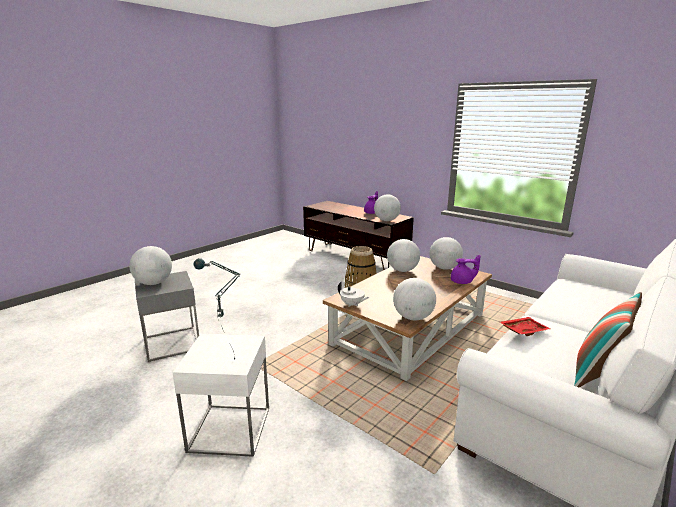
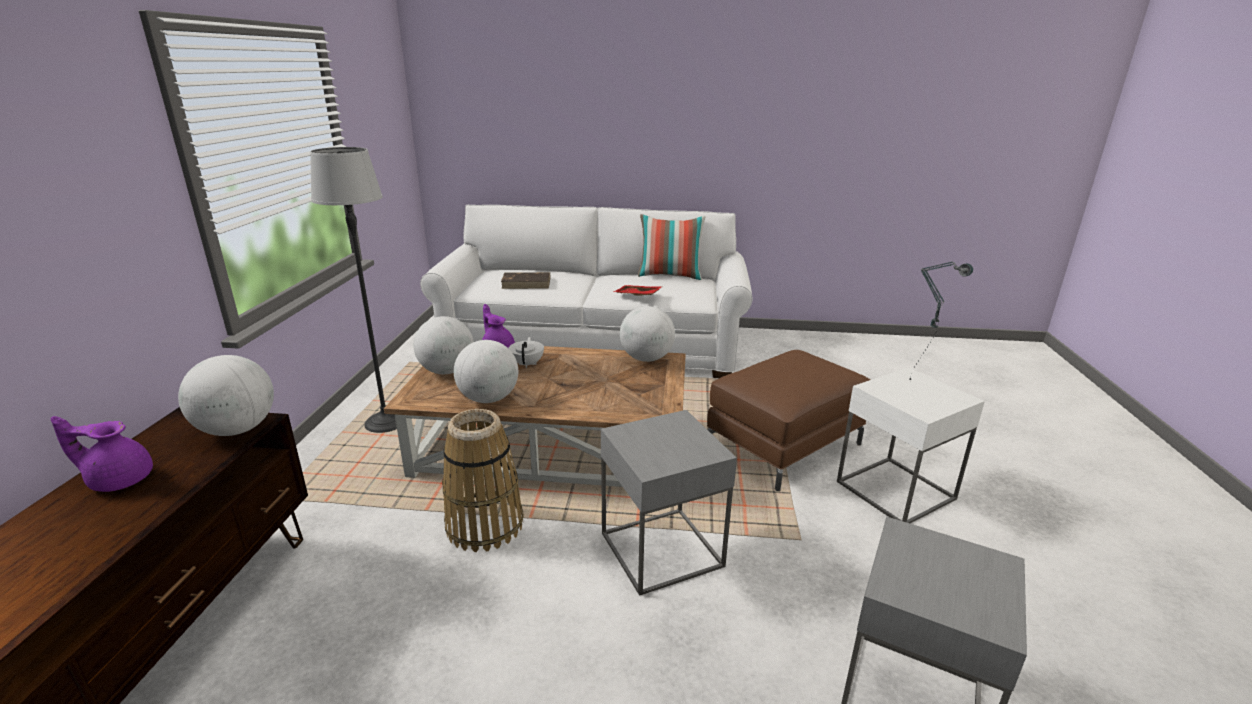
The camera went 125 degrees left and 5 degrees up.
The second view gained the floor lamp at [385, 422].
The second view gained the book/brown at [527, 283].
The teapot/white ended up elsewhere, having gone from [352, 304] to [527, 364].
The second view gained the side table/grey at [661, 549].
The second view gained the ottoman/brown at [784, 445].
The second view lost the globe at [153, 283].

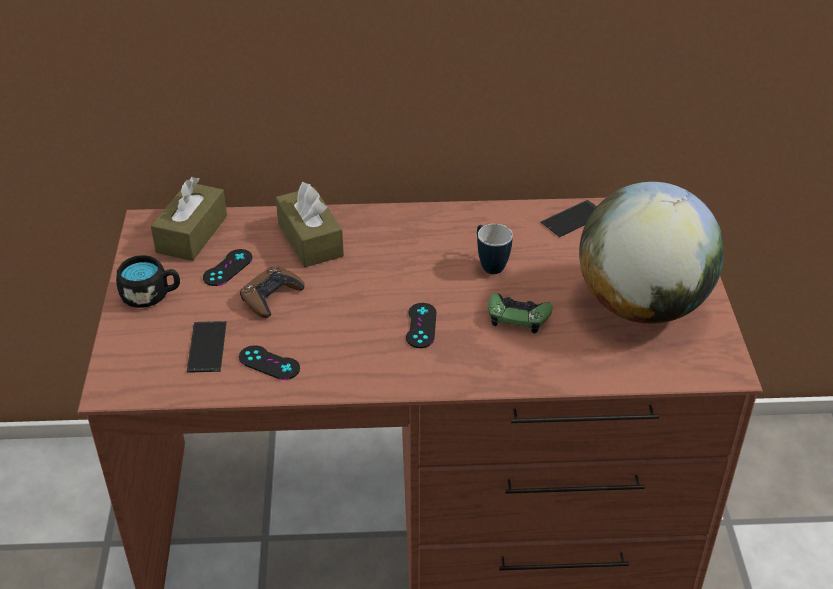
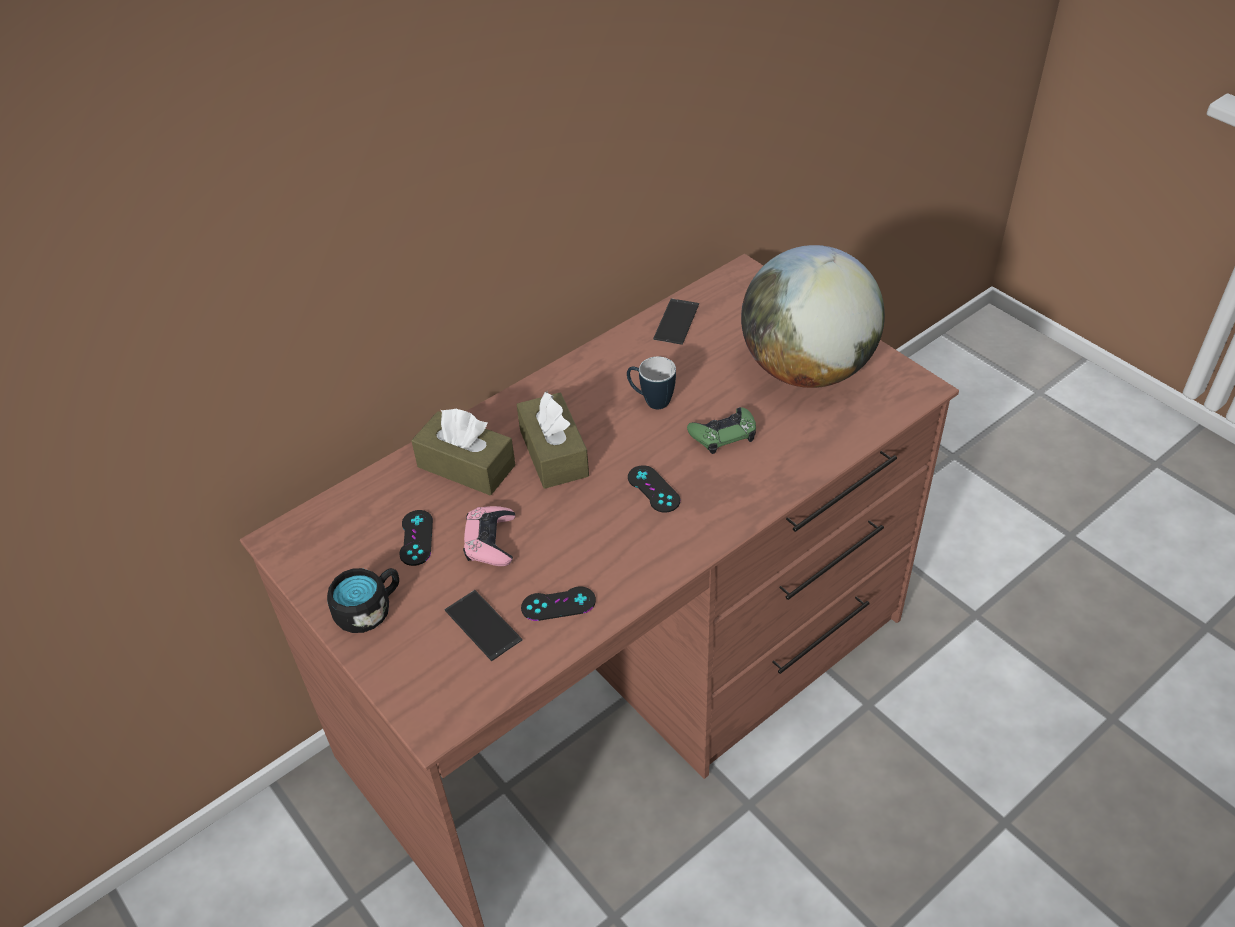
The camera went 35 degrees left and 5 degrees up.
What was the game controller/brown at [271, 297] turned into the game controller/pink at [490, 541].
The tissue box/brown ended up elsewhere, having gone from [192, 234] to [554, 453].

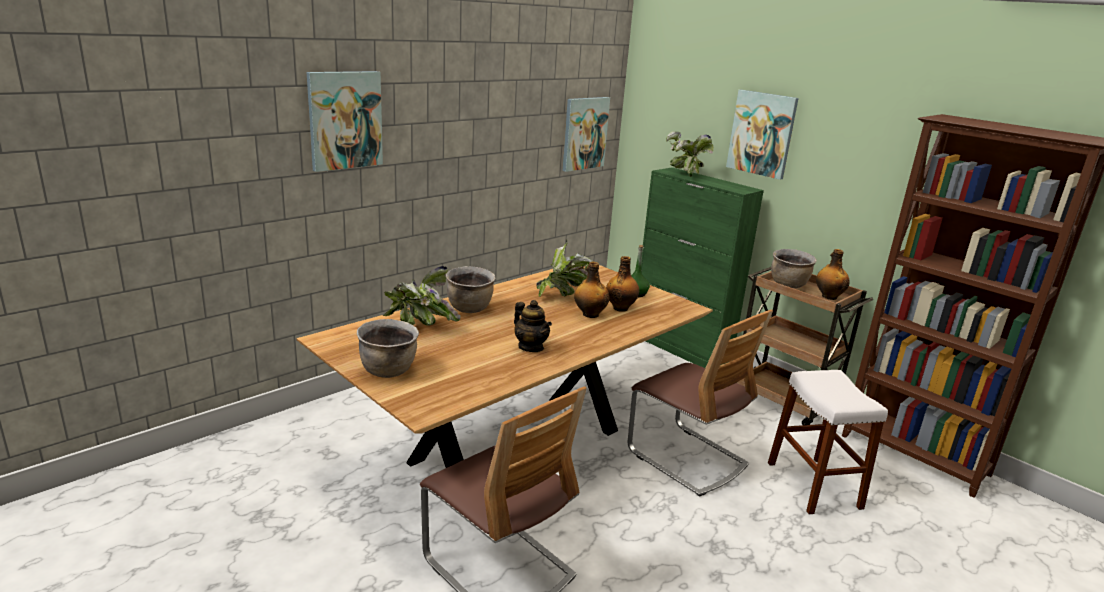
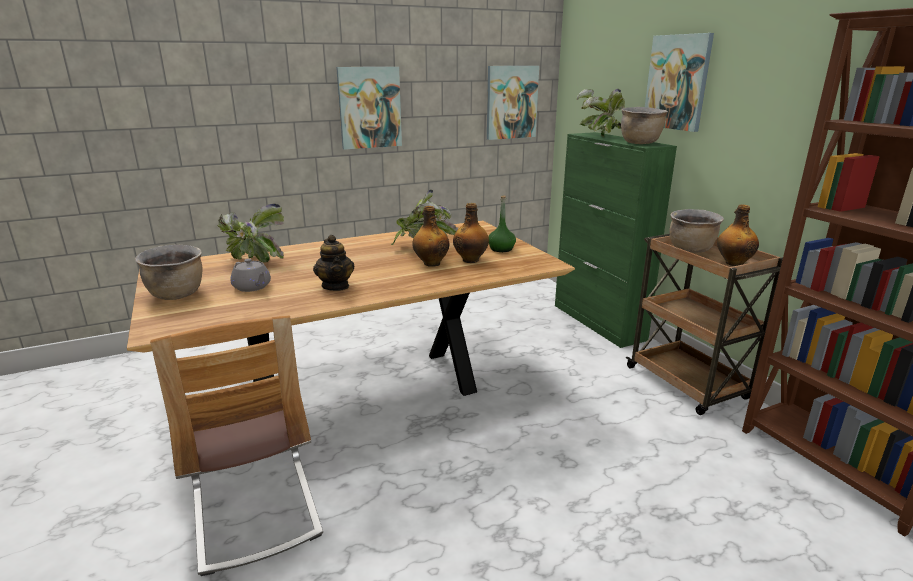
The camera went 20 degrees right and 0 degrees up.
The second view gained the teapot/grey at [252, 287].
The picture ended up elsewhere, having gone from [345, 120] to [369, 107].
The cooking pot/brown ended up elsewhere, having gone from [470, 308] to [640, 143].
The second view lost the chair at [686, 458].
The second view lost the stool/white at [813, 485].

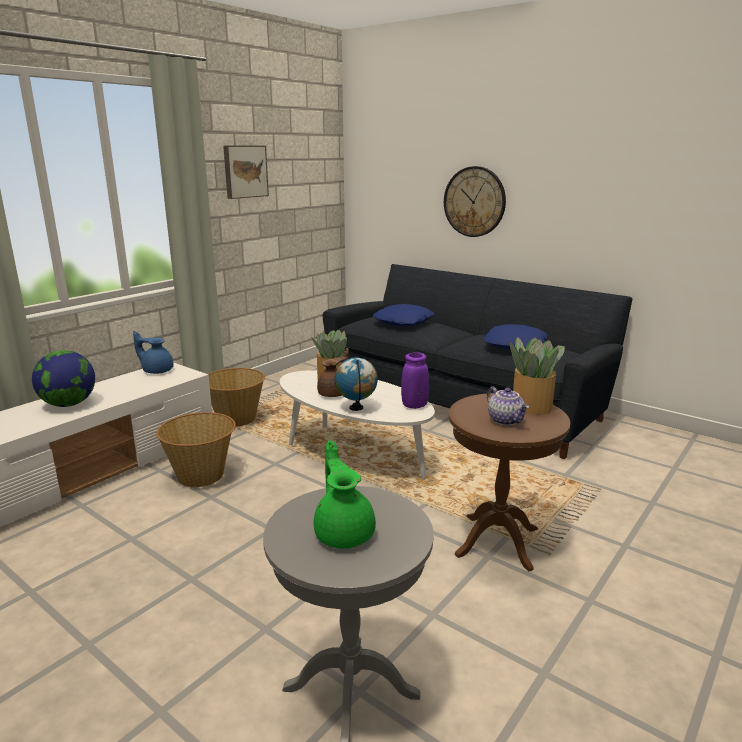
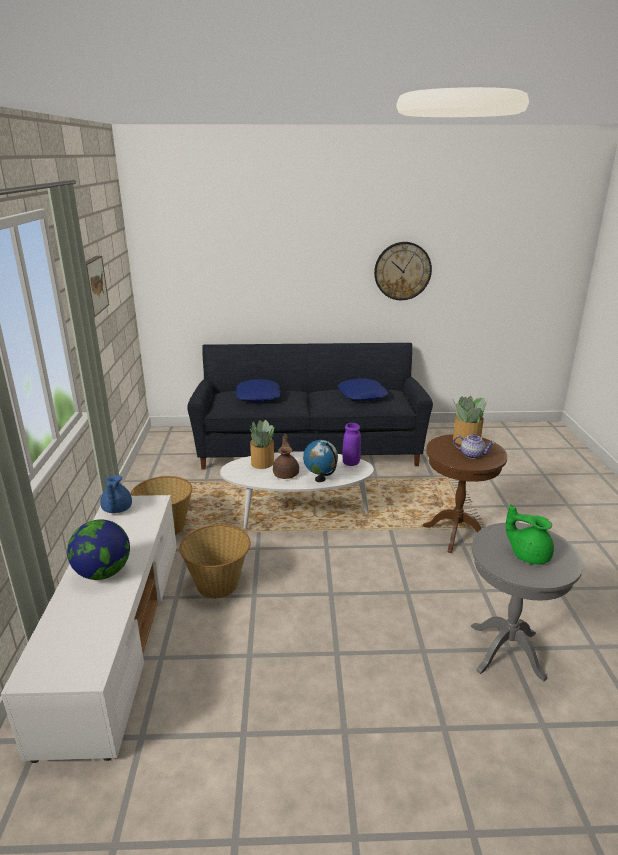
The camera went 40 degrees left and 5 degrees up.
The teapot/blue at [157, 370] ended up facing another way, 75 degrees counterclockwise from before.
The wall clock ended up elsewhere, having gone from [474, 202] to [402, 271].

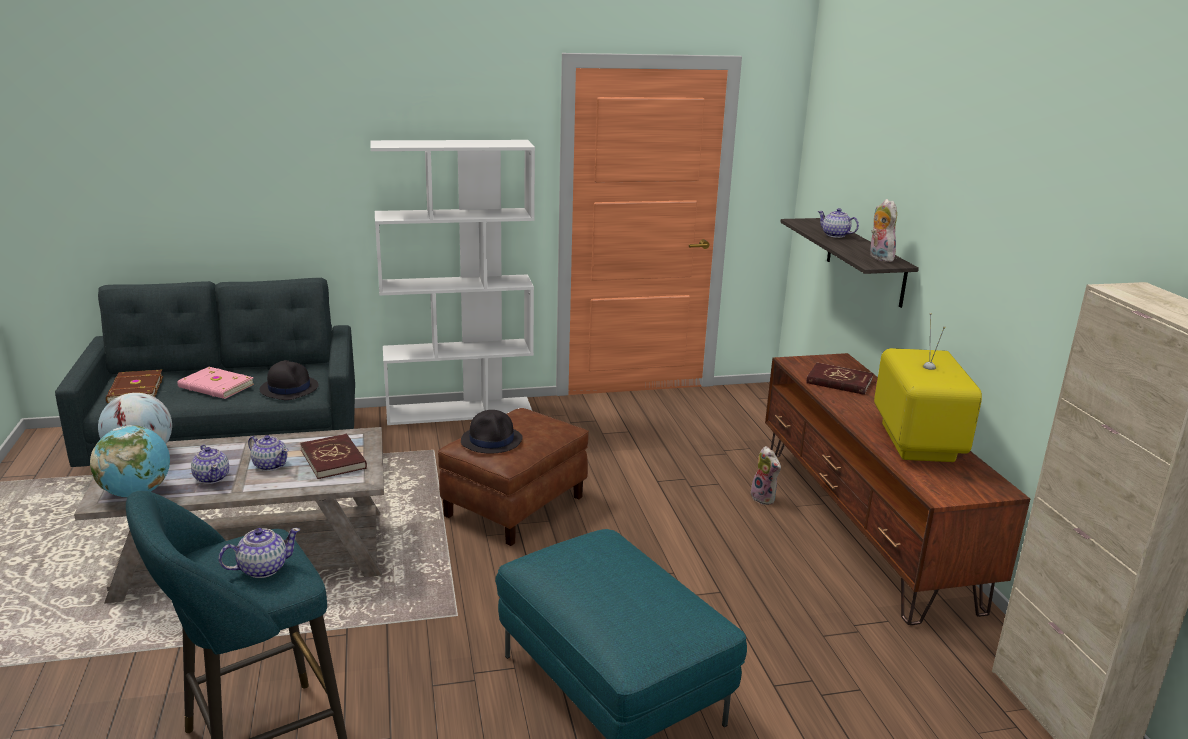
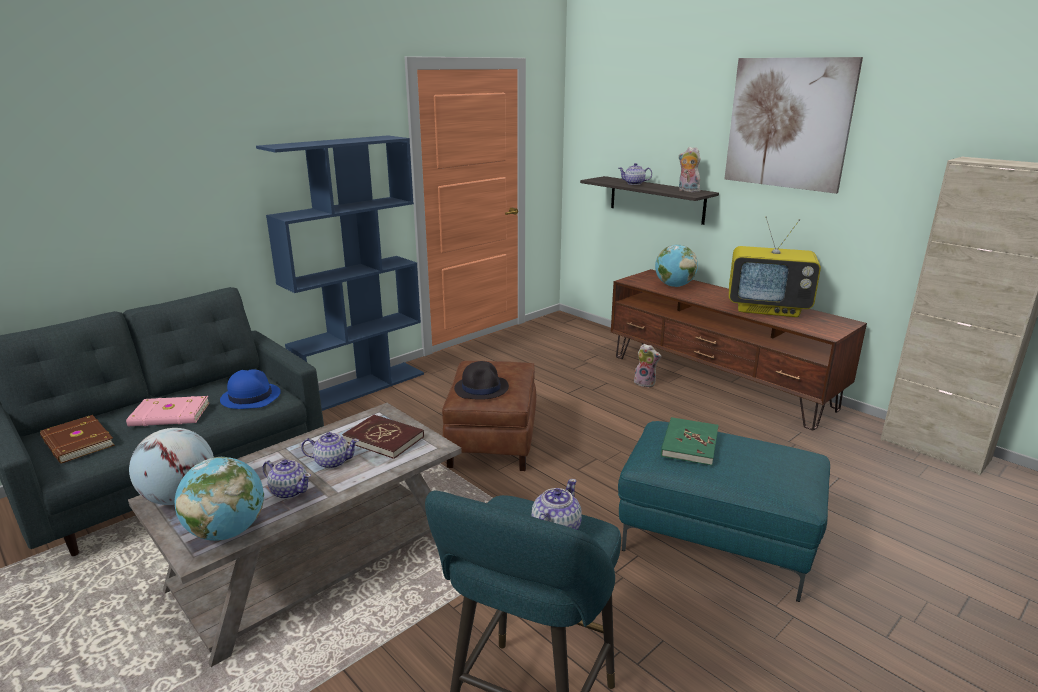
The camera went 30 degrees left and 0 degrees up.
What was the hat/black at [289, 388] turned into the hat/blue at [250, 397].
What was the bookcase/white at [460, 411] turned into the bookcase/blue at [361, 387].
Where the book/red stood at [839, 381], the globe came to stand at [674, 286].
The second view gained the book/green at [689, 444].
The second view gained the picture at [788, 123].
The television at [915, 442] ended up facing another way, 135 degrees clockwise from before.

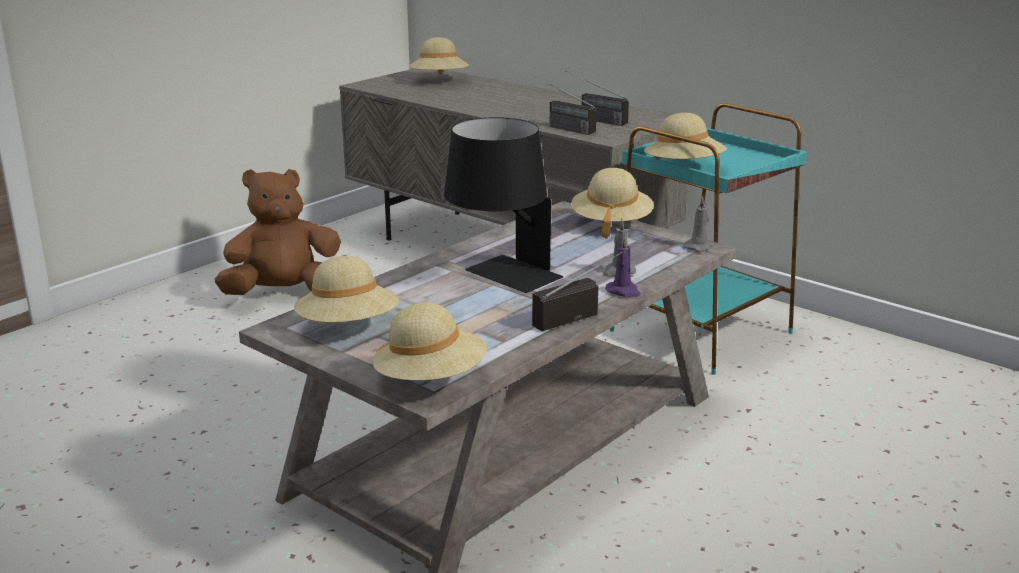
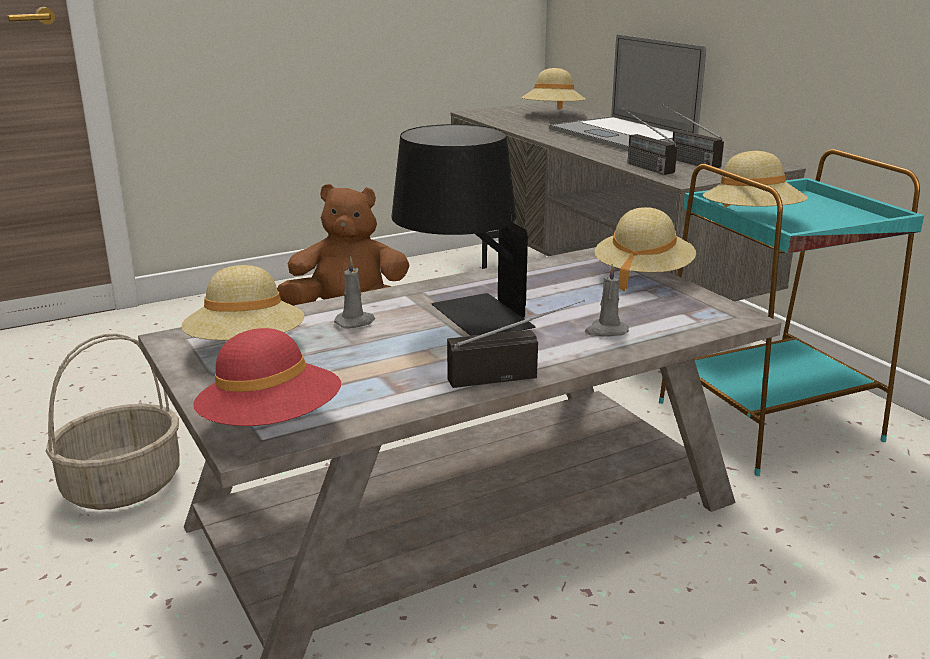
The camera went 20 degrees right and 0 degrees up.
The second view gained the basket at [123, 485].
What was the hat/beige at [431, 379] turned into the hat/red at [271, 425].
The candle/grey ended up elsewhere, having gone from [699, 247] to [355, 322].
The second view gained the laptop at [621, 135].
The second view lost the candle/purple at [623, 291].

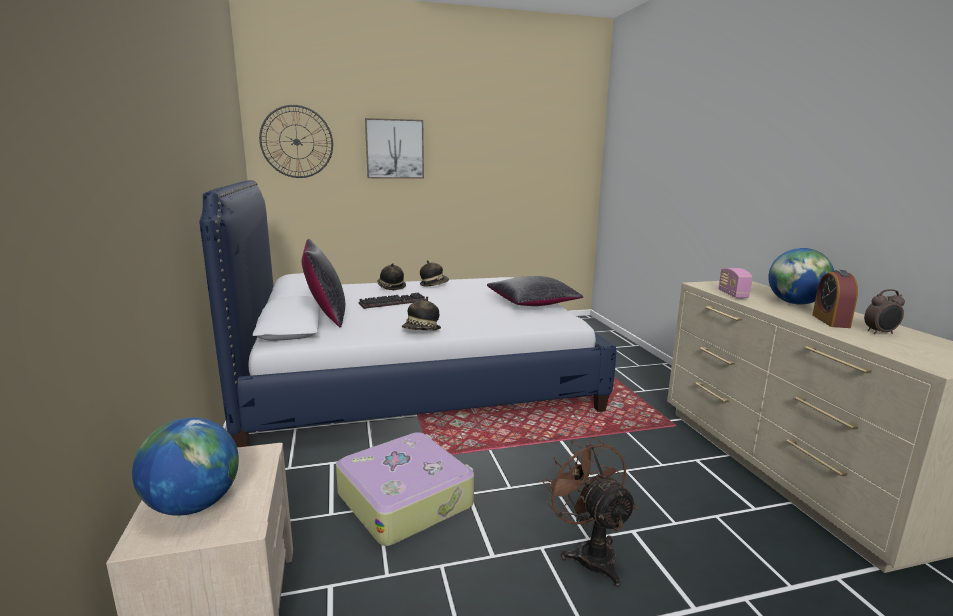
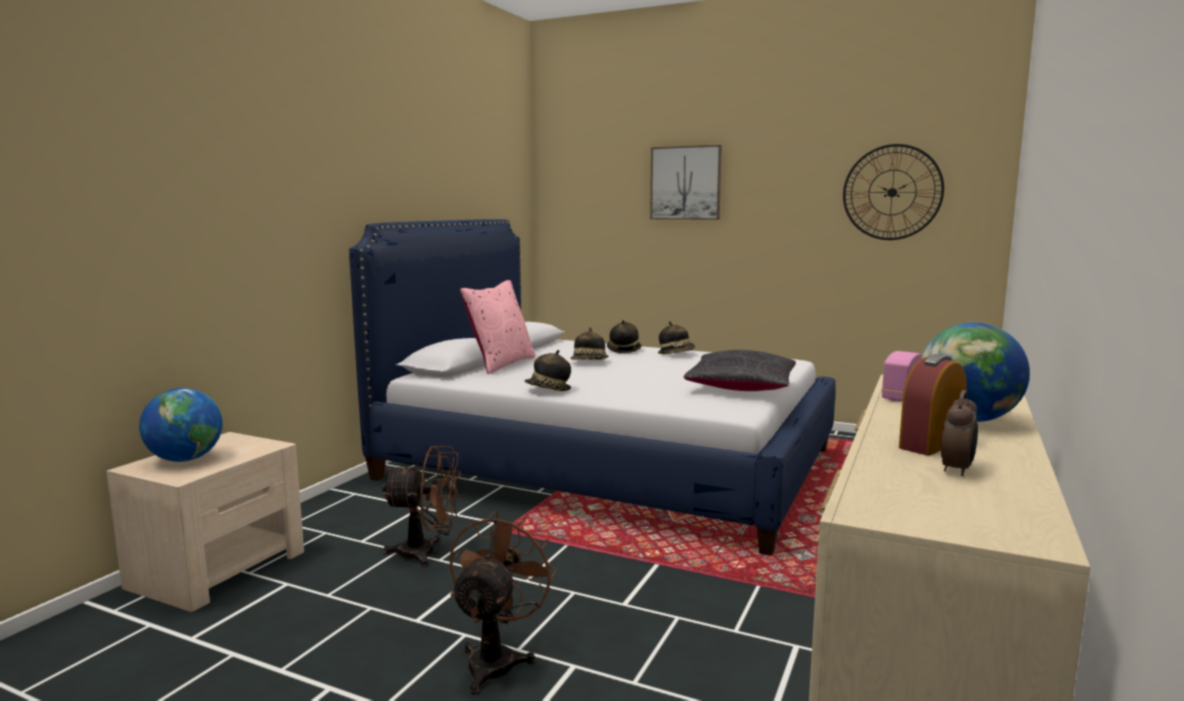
The camera went 40 degrees right and 5 degrees down.
Where the suitcase stood at [406, 499], the fan/brown came to stand at [427, 553].
What was the pillow/black at [326, 316] turned into the pillow/pink at [500, 364].
Where the keyboard stood at [393, 302], the hat came to stand at [589, 363].
The wall clock ended up elsewhere, having gone from [296, 142] to [892, 192].
The alarm clock at [880, 333] ended up facing another way, 90 degrees counterclockwise from before.

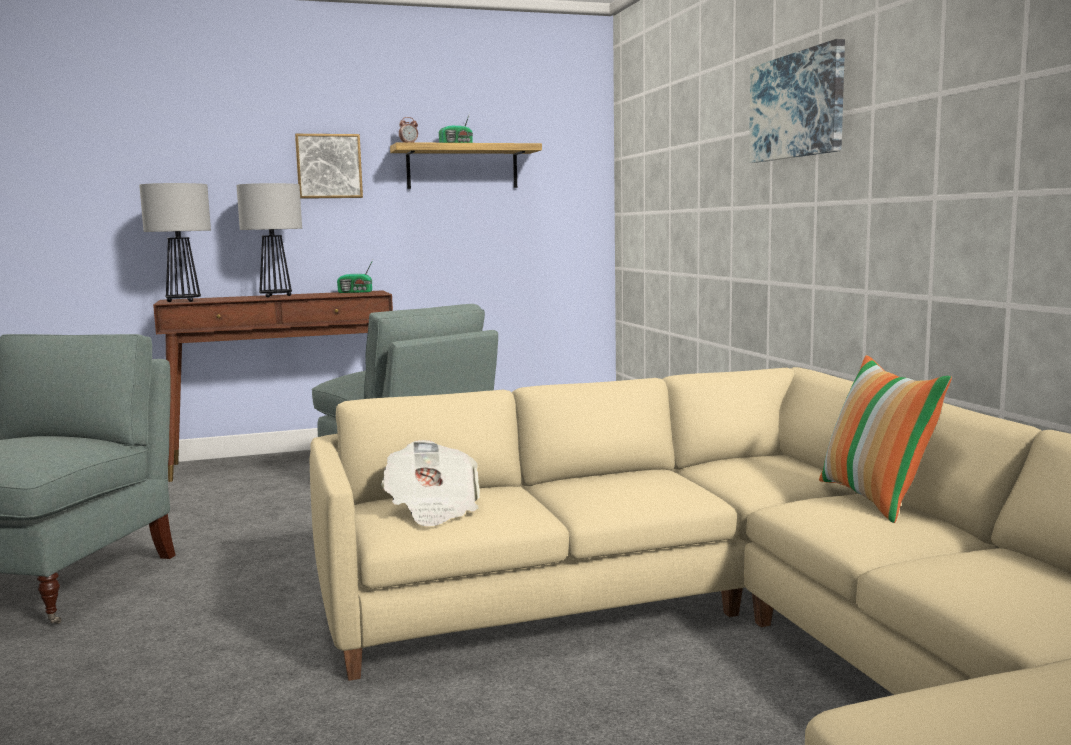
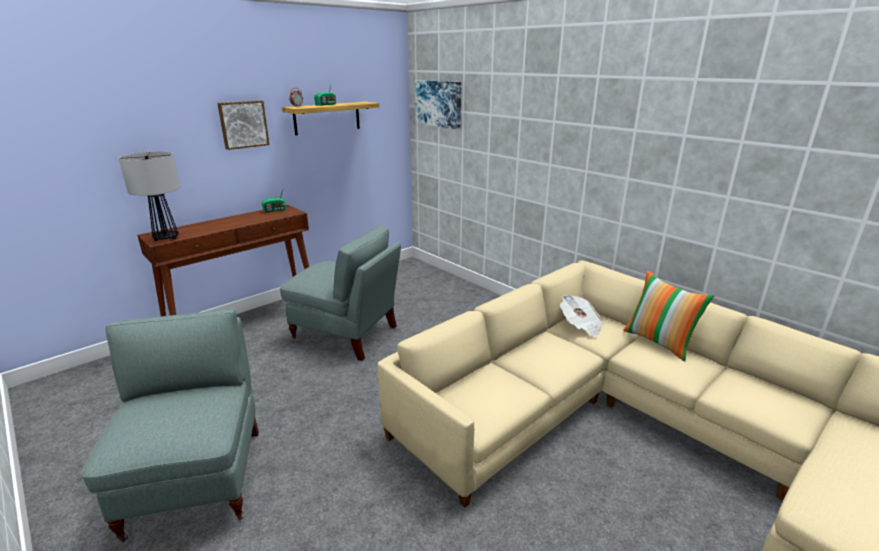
The camera went 25 degrees left and 15 degrees up.
The picture ended up elsewhere, having gone from [797, 106] to [438, 103].
The newspaper ended up elsewhere, having gone from [433, 509] to [580, 326].
The second view lost the table lamp at [275, 296].

